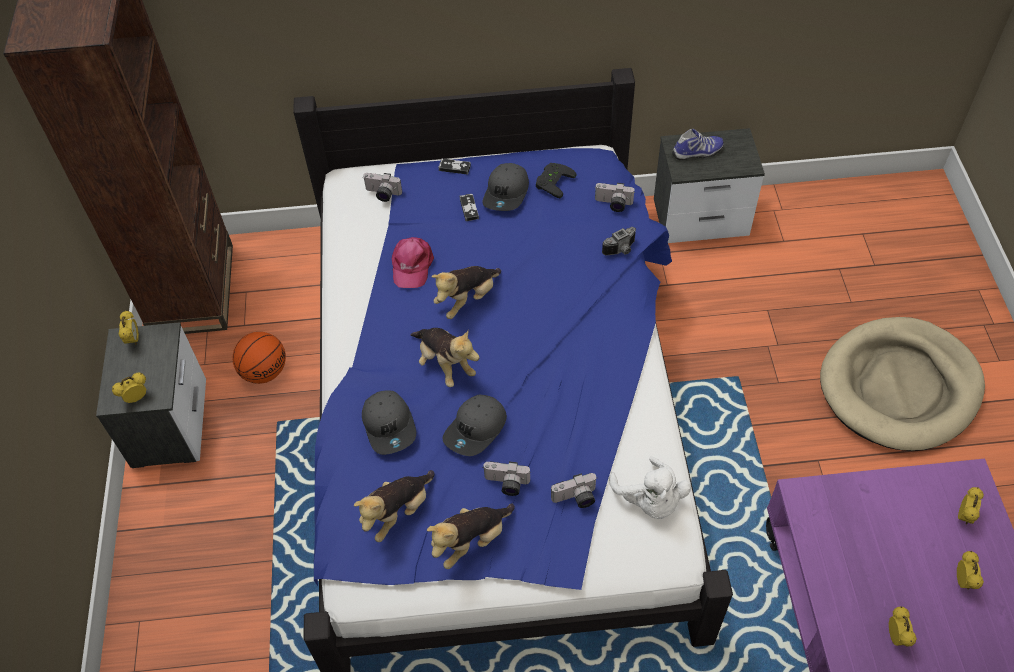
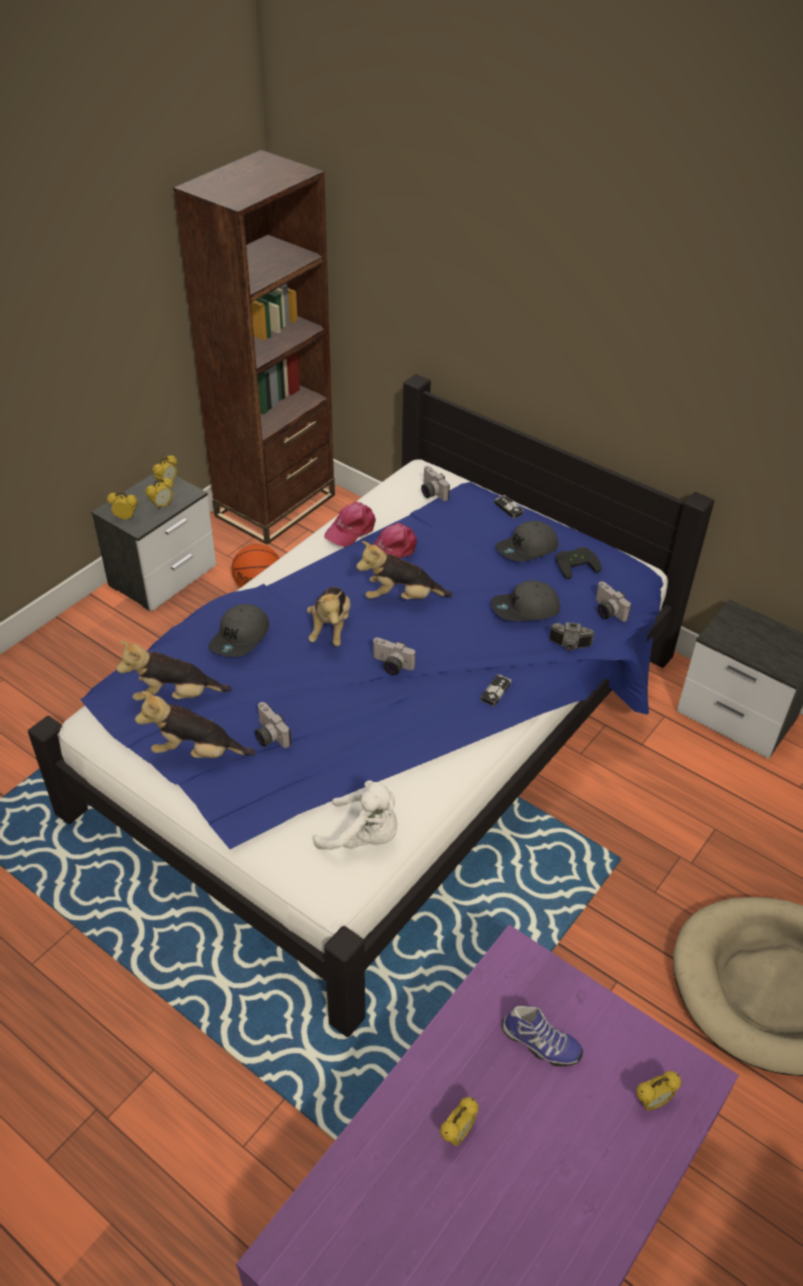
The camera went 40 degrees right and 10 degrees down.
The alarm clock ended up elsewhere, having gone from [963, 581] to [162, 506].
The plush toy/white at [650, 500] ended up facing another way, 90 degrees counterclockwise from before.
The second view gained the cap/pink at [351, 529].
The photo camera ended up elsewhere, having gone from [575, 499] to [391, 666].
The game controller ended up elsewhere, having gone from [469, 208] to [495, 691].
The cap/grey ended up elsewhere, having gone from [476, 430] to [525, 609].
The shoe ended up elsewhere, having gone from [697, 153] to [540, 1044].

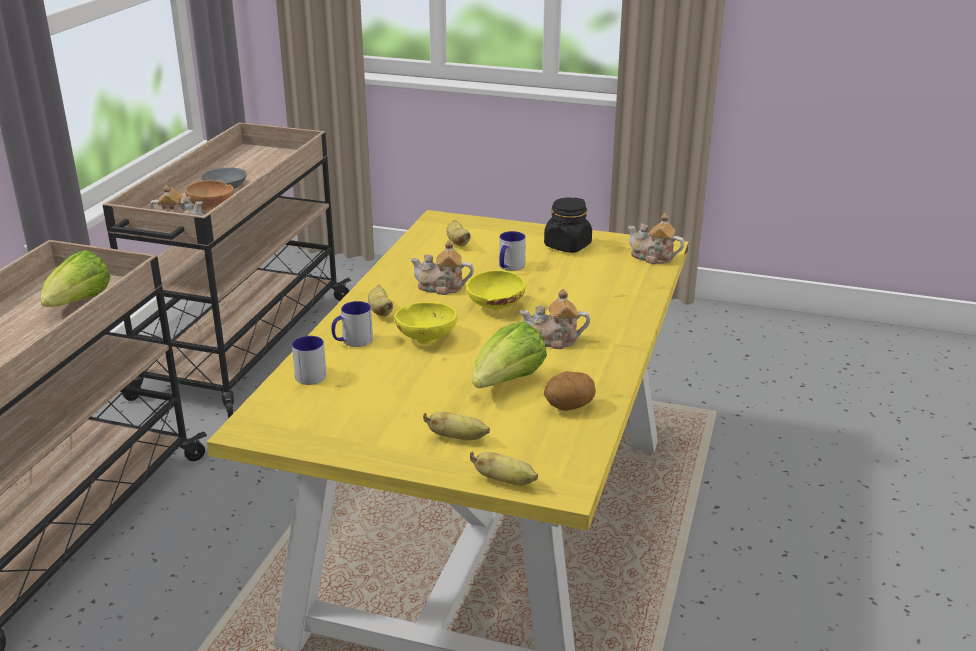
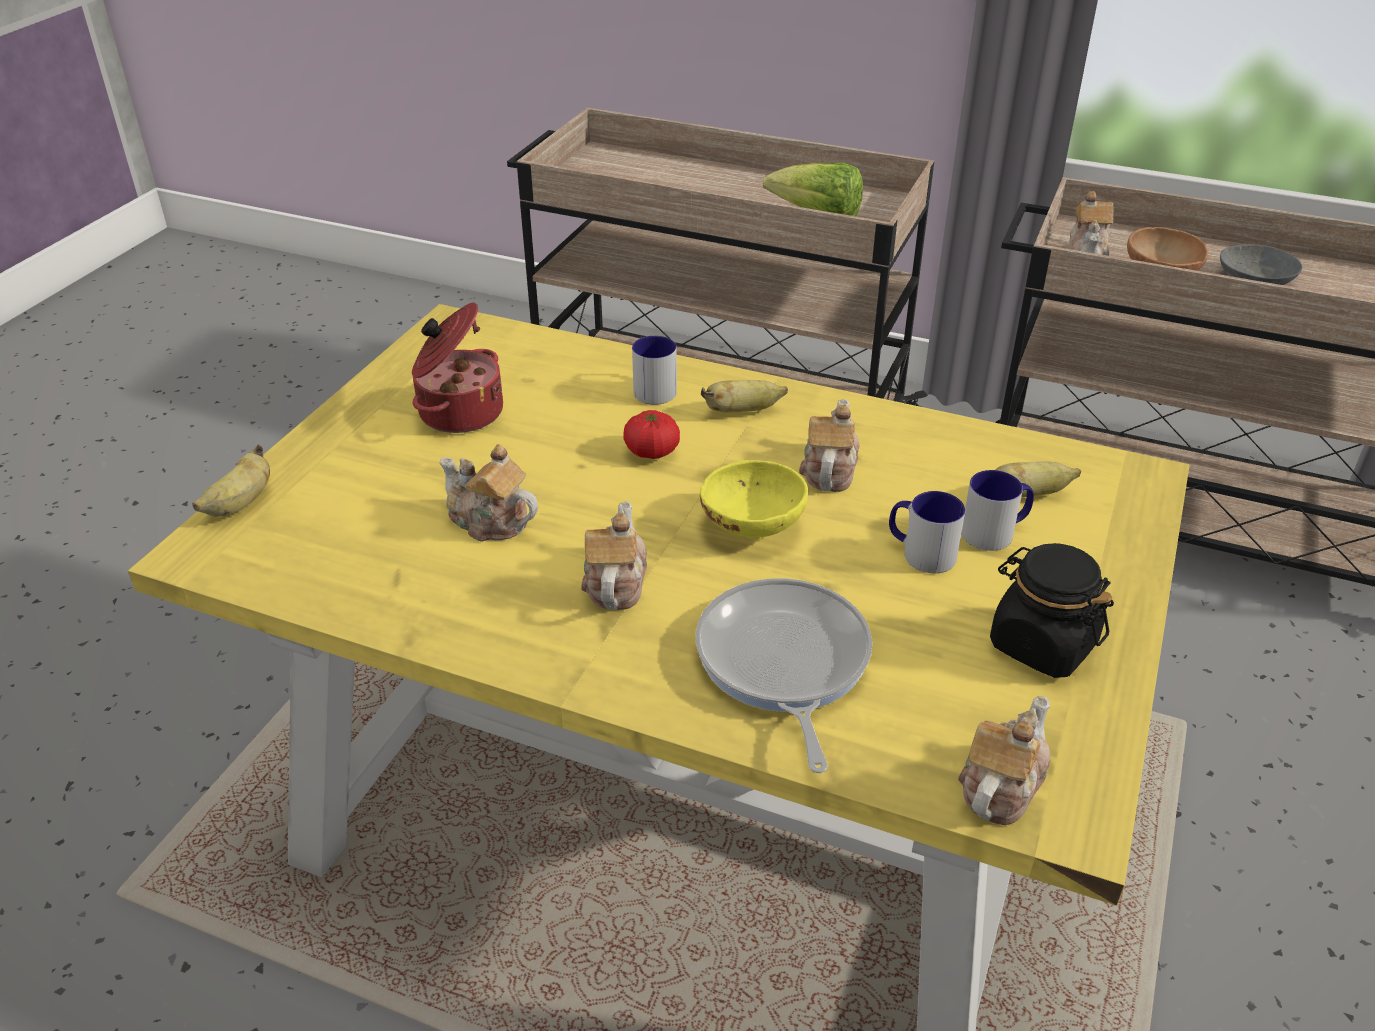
The camera went 95 degrees right and 10 degrees up.
The second view gained the cooking pot at [459, 411].
Where the lettuce stood at [507, 383], the teapot came to stand at [489, 521].
Where the bowl/yellow stood at [426, 337], the tomato came to stand at [652, 451].
The second view gained the frying pan at [783, 663].
The mug ended up elsewhere, having gone from [308, 373] to [995, 532].
The second view lost the banana at [458, 438].
The second view lost the potato at [569, 406].

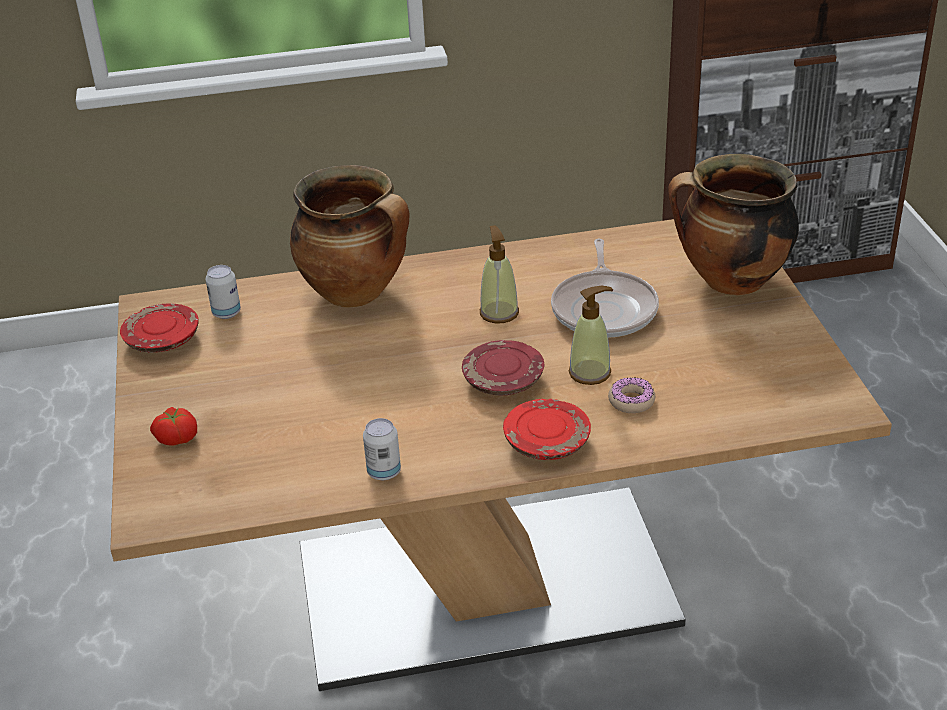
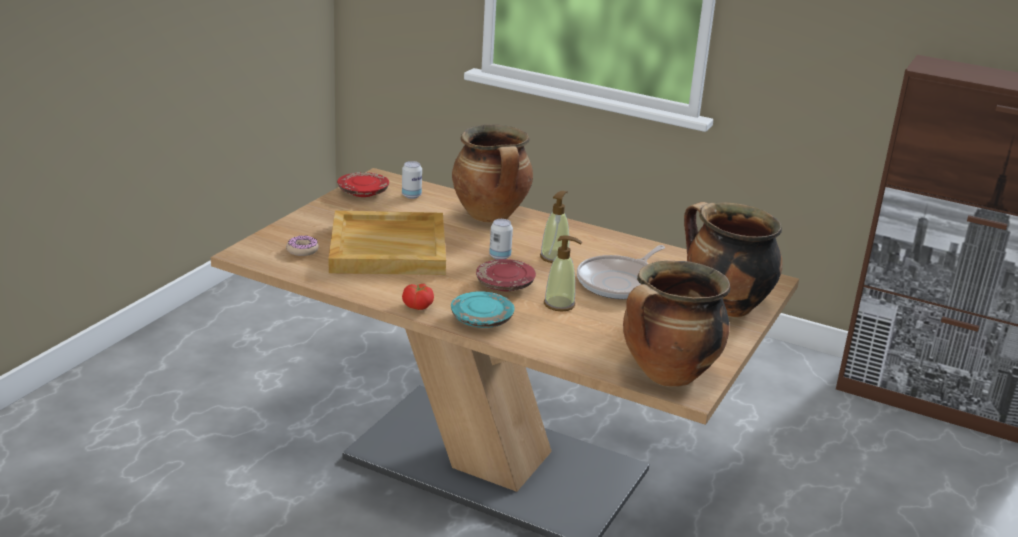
The camera went 35 degrees right and 10 degrees down.
The donut ended up elsewhere, having gone from [631, 401] to [302, 250].
The second view gained the tray/beige at [389, 248].
The tomato ended up elsewhere, having gone from [177, 437] to [418, 305].
What was the plate/red at [547, 442] turned into the plate/turquoise at [482, 320].
The can ended up elsewhere, having gone from [384, 472] to [500, 256].
The second view gained the cooking pot at [667, 376].

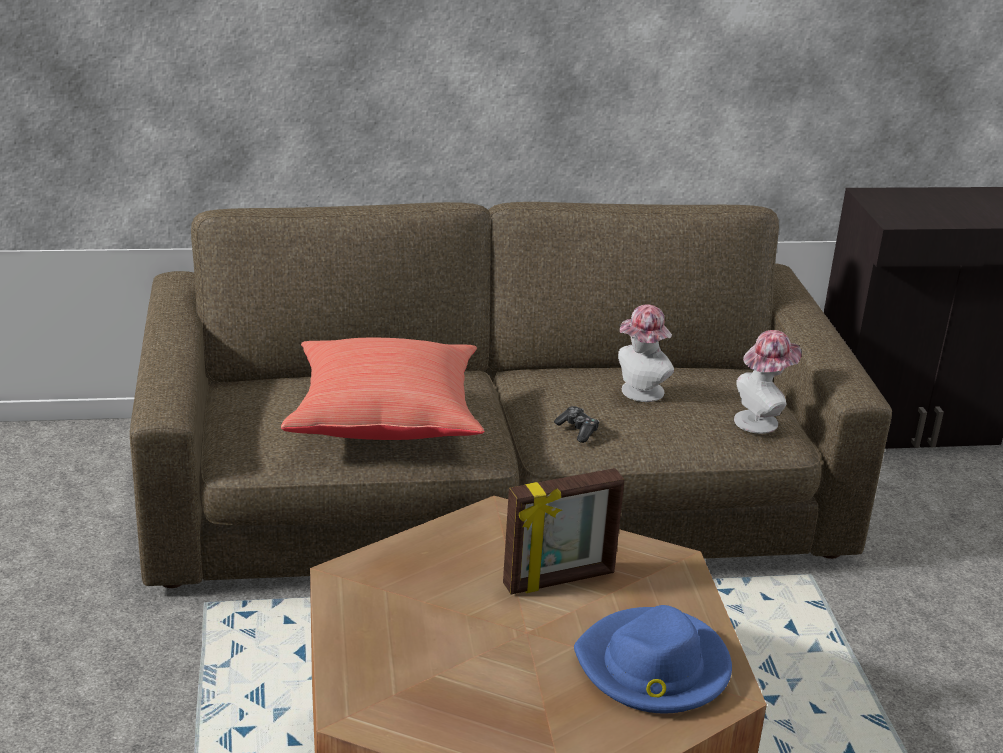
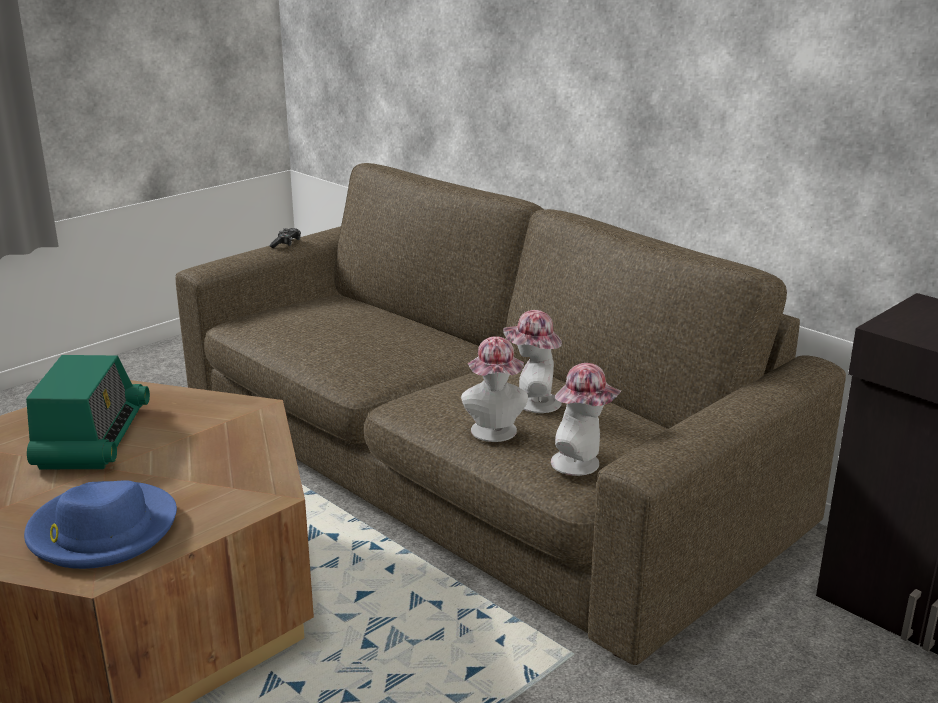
The camera went 55 degrees right and 5 degrees down.
The second view gained the radio at [92, 438].
The game controller ended up elsewhere, having gone from [577, 430] to [286, 244].
The second view gained the hat at [495, 434].
The second view lost the pillow/red at [385, 419].
The second view lost the picture frame at [559, 580].

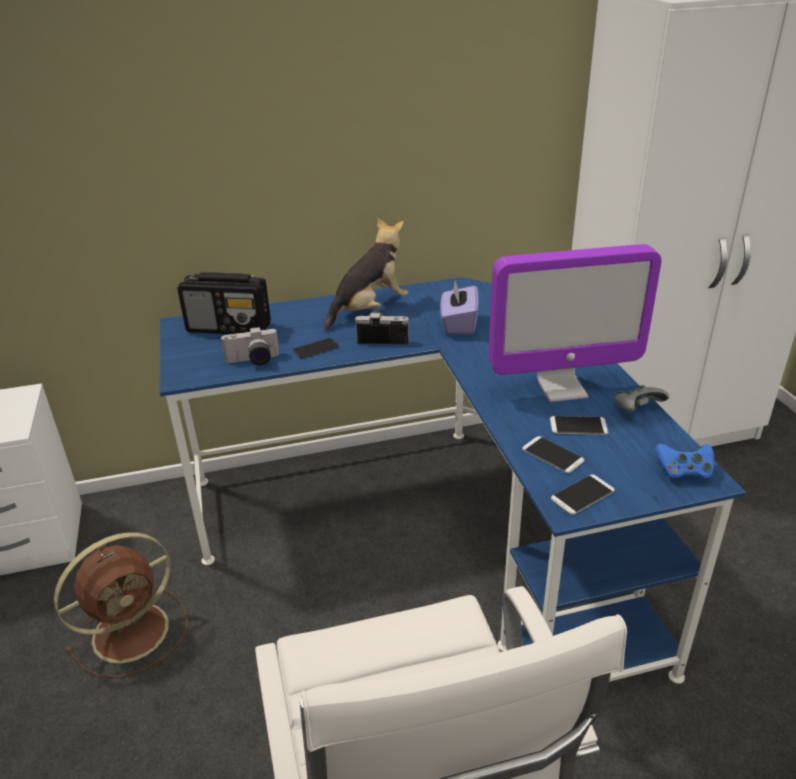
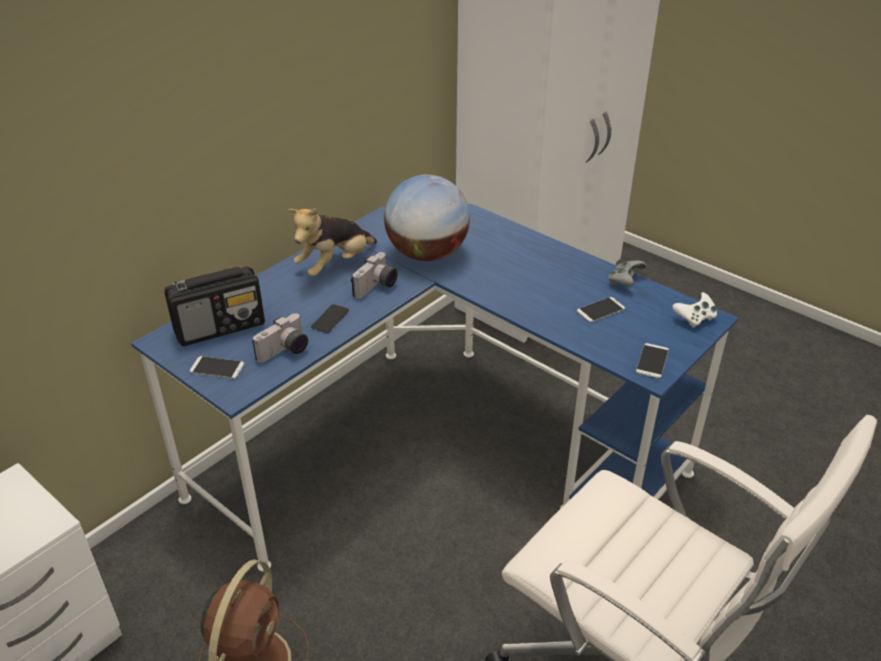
The camera went 35 degrees left and 5 degrees up.
The phone ended up elsewhere, having gone from [552, 455] to [217, 368].
The plush toy at [369, 310] ended up facing another way, 150 degrees counterclockwise from before.
The photo camera at [383, 337] ended up facing another way, 150 degrees clockwise from before.
Where the tissue box/purple stood at [458, 324], the globe came to stand at [427, 254].
What was the game controller/blue at [683, 472] turned into the game controller/white at [694, 318].
The second view lost the monitor at [561, 388].

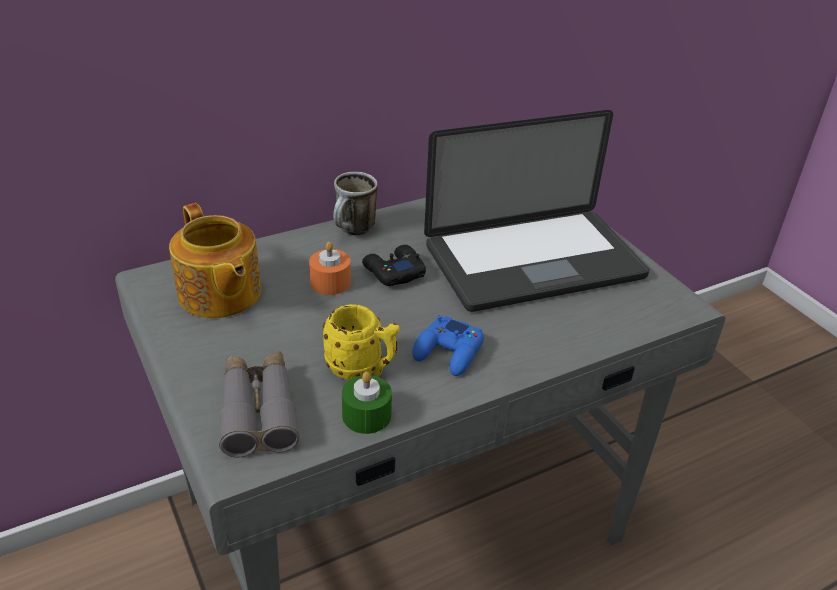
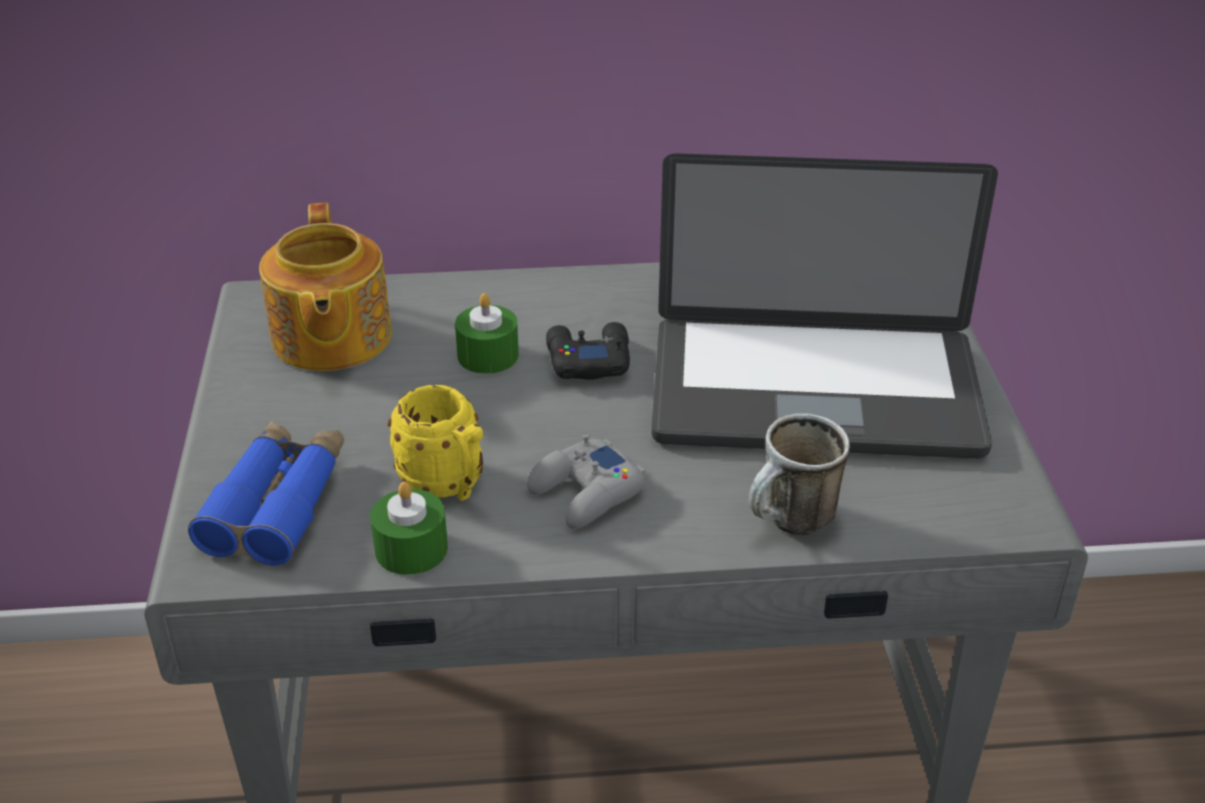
The camera went 25 degrees right and 0 degrees up.
What was the binoculars/grey at [258, 411] turned into the binoculars/blue at [277, 505].
What was the candle/orange at [330, 282] turned into the candle/green at [488, 355].
What was the game controller/blue at [449, 352] turned into the game controller/grey at [586, 493].
The mug ended up elsewhere, having gone from [354, 231] to [791, 525].

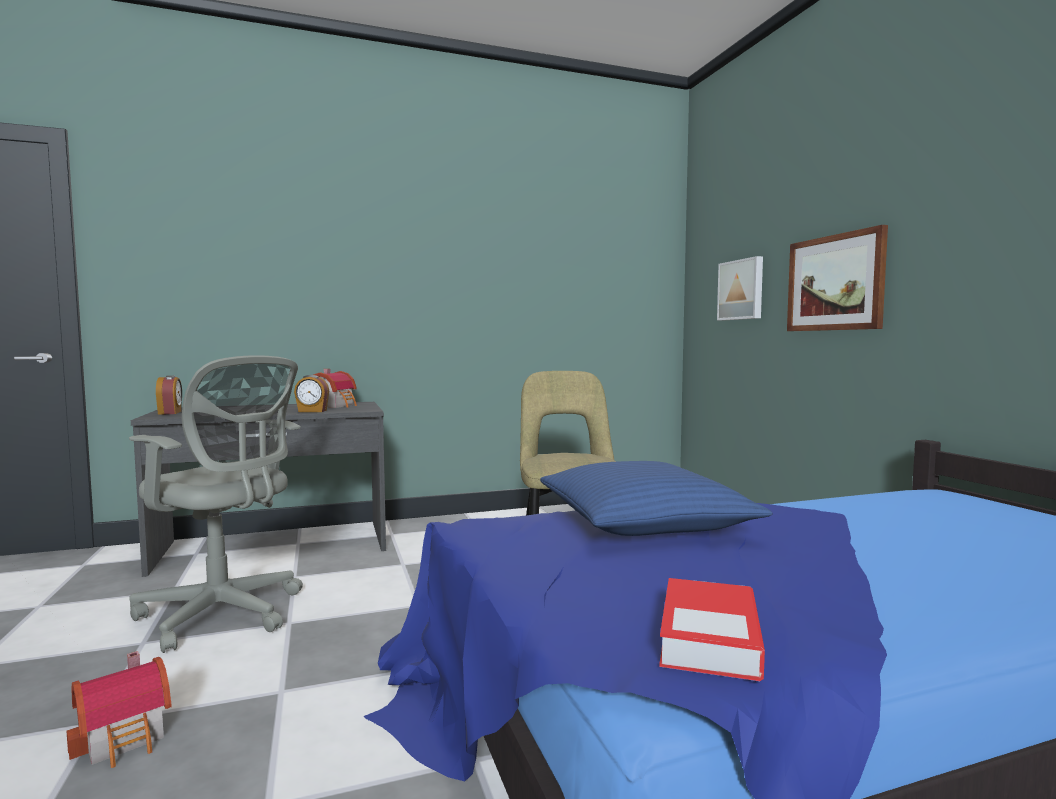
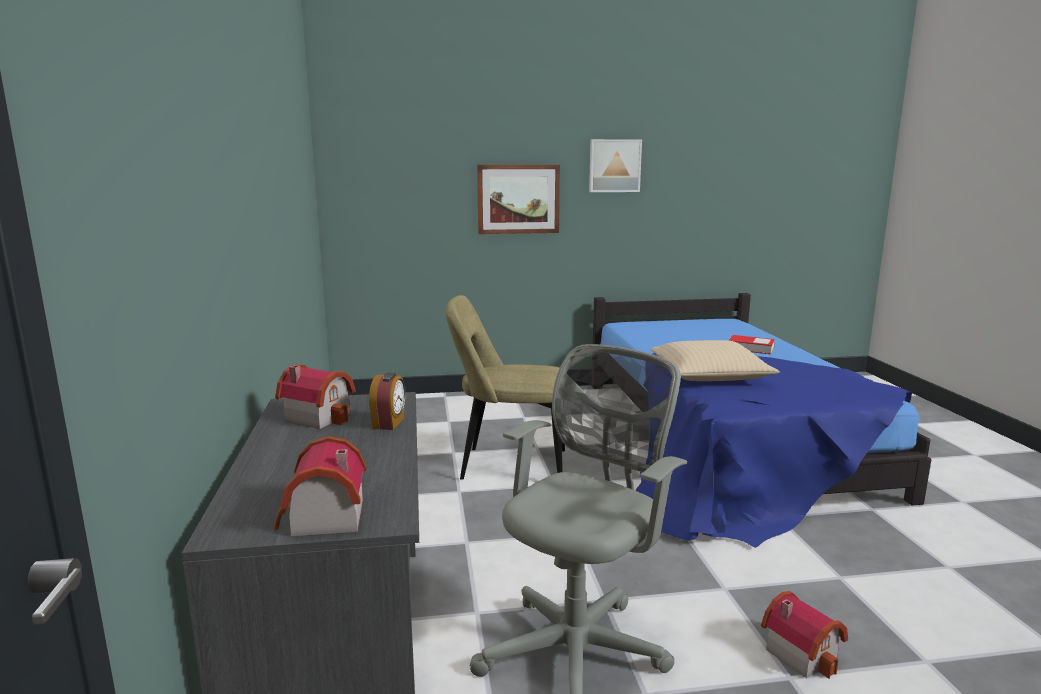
The camera went 80 degrees left and 10 degrees up.
Where the alarm clock stood at [170, 413], the toy house came to stand at [322, 519].
The picture ended up elsewhere, having gone from [741, 290] to [614, 166].
What was the pillow/blue at [643, 521] turned into the pillow/beige at [709, 375].
The book ended up elsewhere, having gone from [709, 638] to [750, 348].

